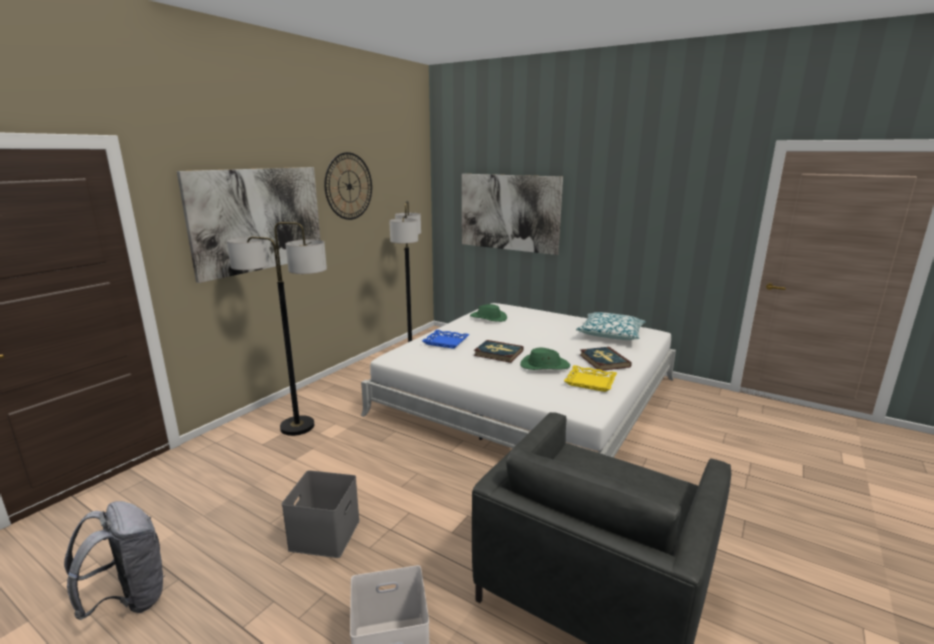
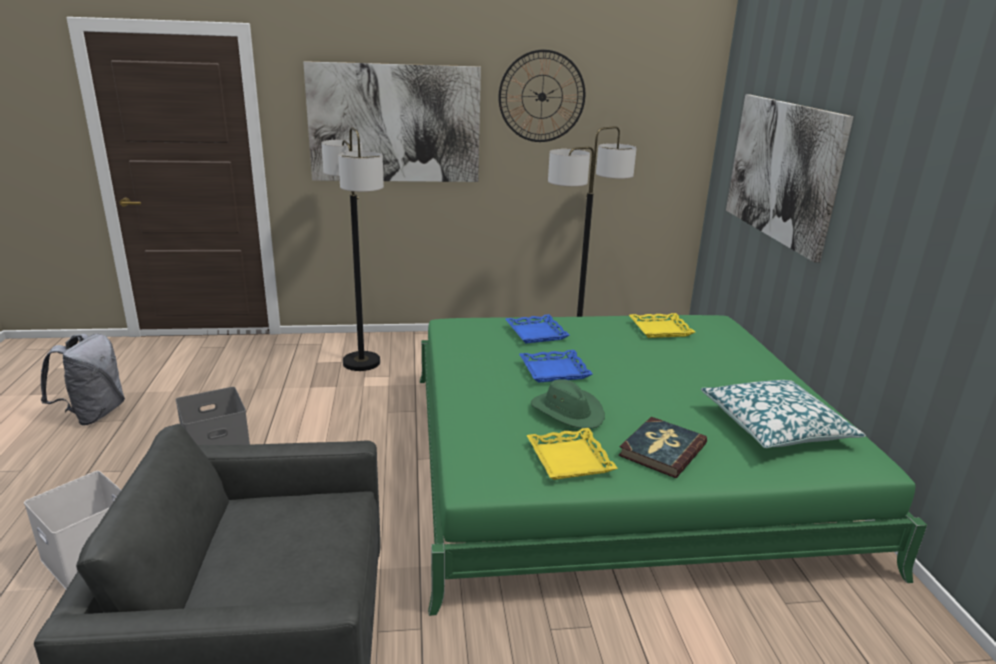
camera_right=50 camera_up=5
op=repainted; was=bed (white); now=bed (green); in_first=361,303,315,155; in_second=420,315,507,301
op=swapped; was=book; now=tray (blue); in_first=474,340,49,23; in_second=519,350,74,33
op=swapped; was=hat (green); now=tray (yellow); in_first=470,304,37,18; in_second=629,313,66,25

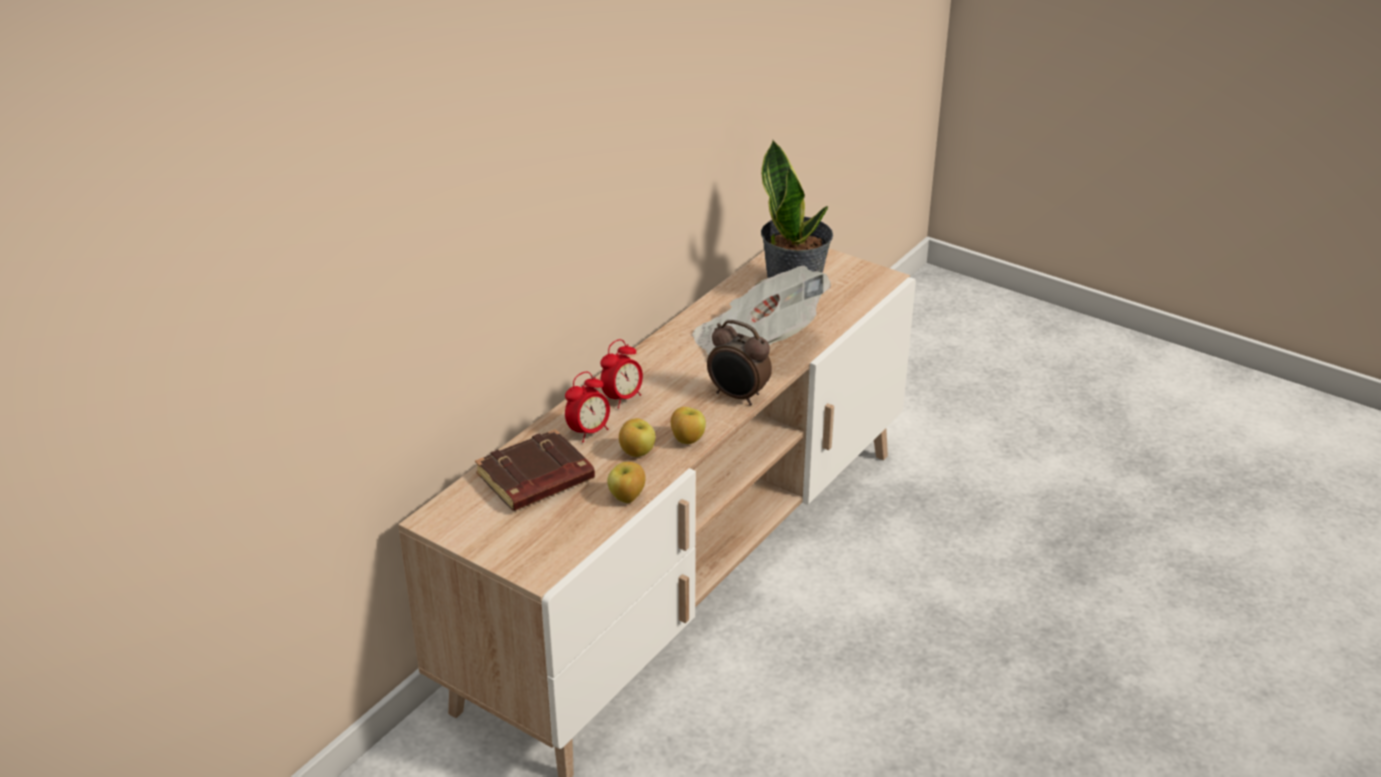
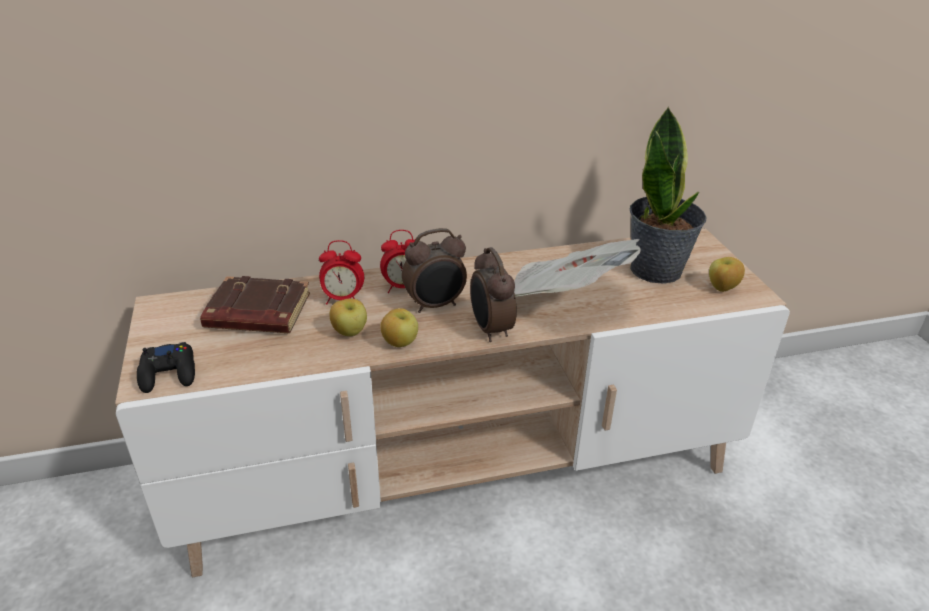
camera_right=40 camera_up=0
op=new; now=game controller (black); in_second=137,342,58,51
op=new; now=alarm clock; in_second=402,228,65,85
op=shifted; was=apple; in_first=607,462,39,41; in_second=709,257,36,35

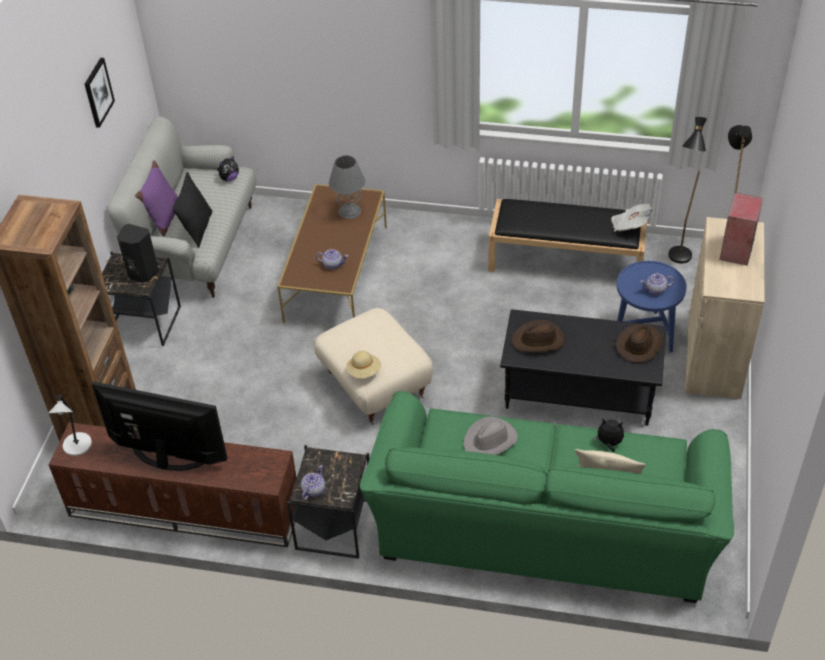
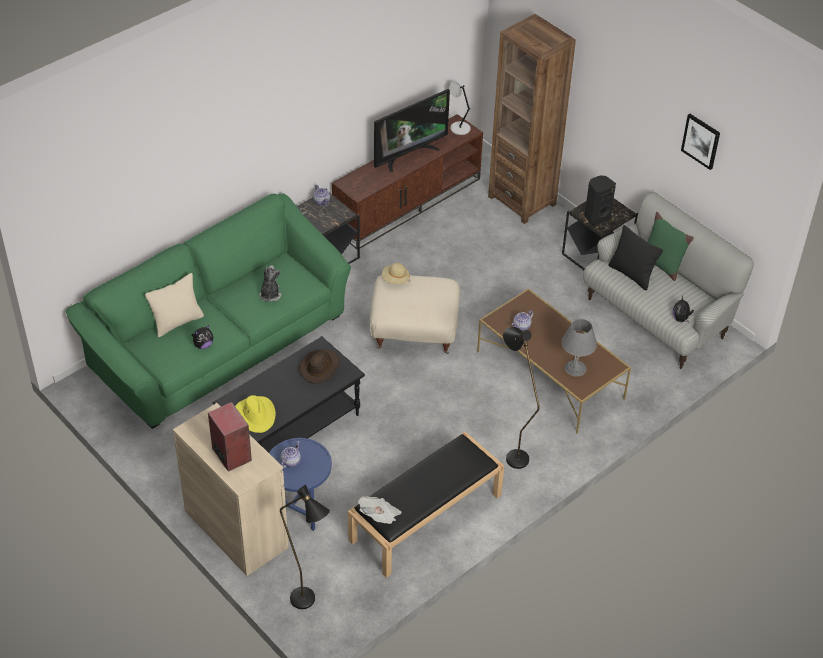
camera_right=125 camera_up=0
op=repainted; was=hat (brown); now=hat (yellow); in_first=615,324,48,39; in_second=235,395,41,38
op=swapped; was=hat (grey); now=plush toy; in_first=463,416,55,39; in_second=259,265,23,37
op=shifted; was=floor lamp (black); in_first=668,117,39,146; in_second=503,327,37,142
op=repainted; was=pillow (purple); now=pillow (green); in_first=135,160,43,76; in_second=647,212,47,69

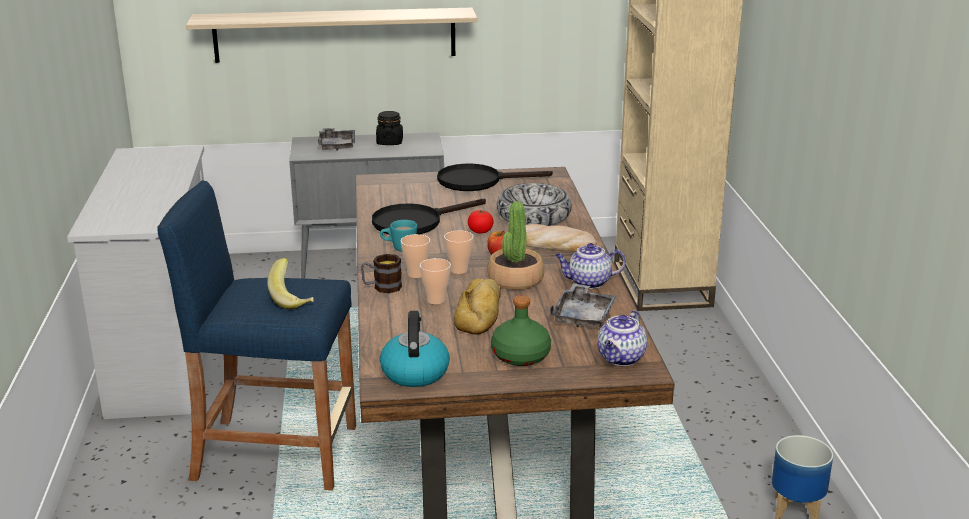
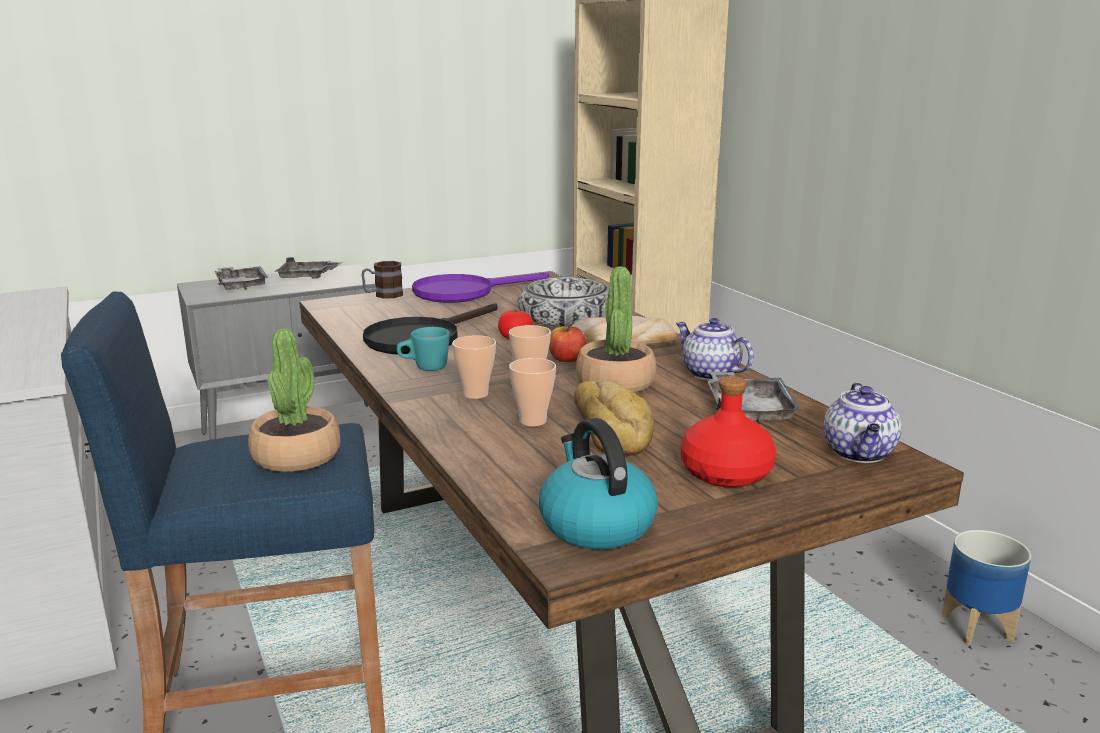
camera_right=-20 camera_up=-5
op=swapped; was=banana; now=potted plant; in_first=267,258,47,51; in_second=248,328,93,144
op=swapped; was=jar (black); now=tray (grey); in_first=376,111,27,34; in_second=274,257,68,22
op=shifted; was=mug; in_first=361,254,41,39; in_second=362,261,41,38
op=repainted; was=frying pan (black); now=frying pan (purple); in_first=437,164,116,27; in_second=412,272,137,31
op=rotated; was=teapot; in_first=555,243,71,46; in_second=676,318,78,62; clockwise=75
op=repainted; was=bottle (green); now=bottle (red); in_first=491,296,60,70; in_second=681,376,95,112
op=gone; was=shelf; in_first=186,8,292,55

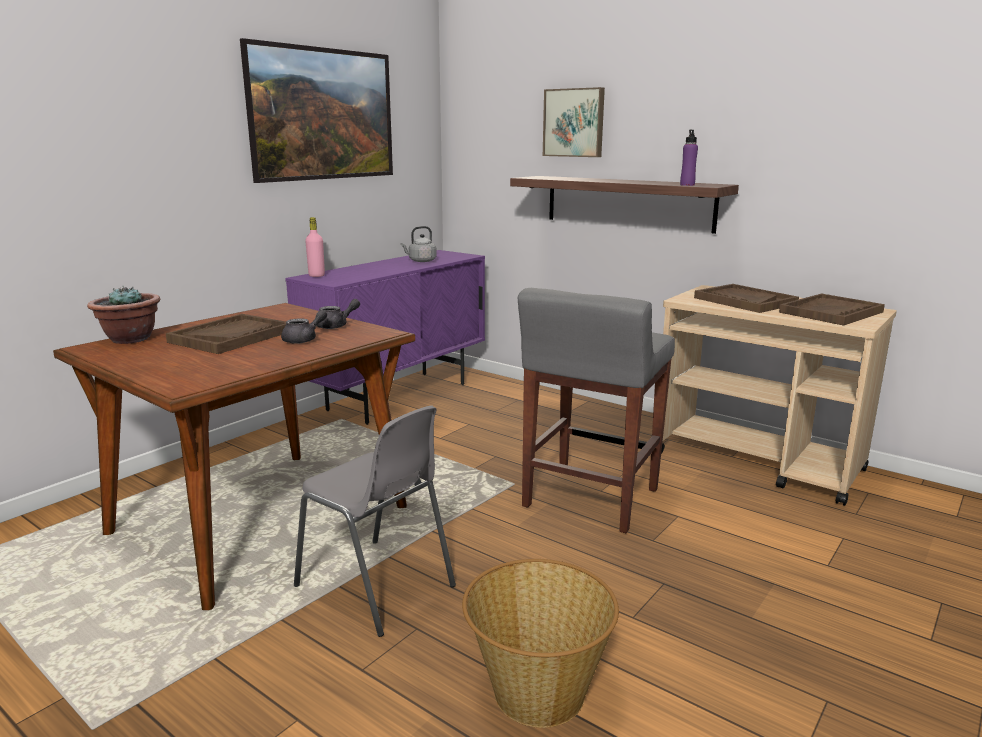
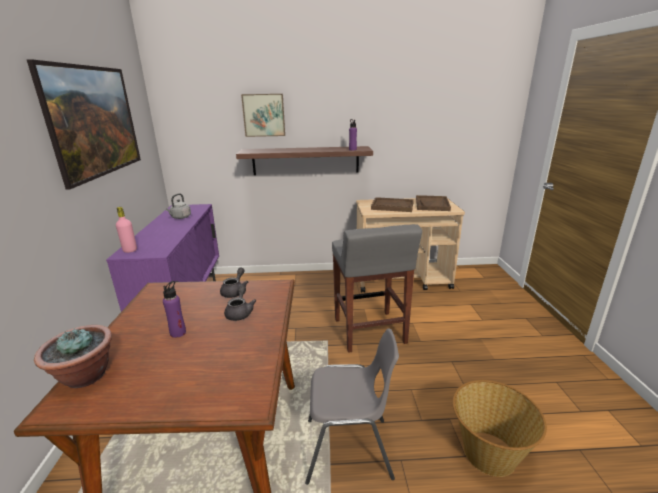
camera_right=-40 camera_up=5
op=swapped; was=tray (brown); now=bottle (purple); in_first=166,314,120,40; in_second=163,281,23,57

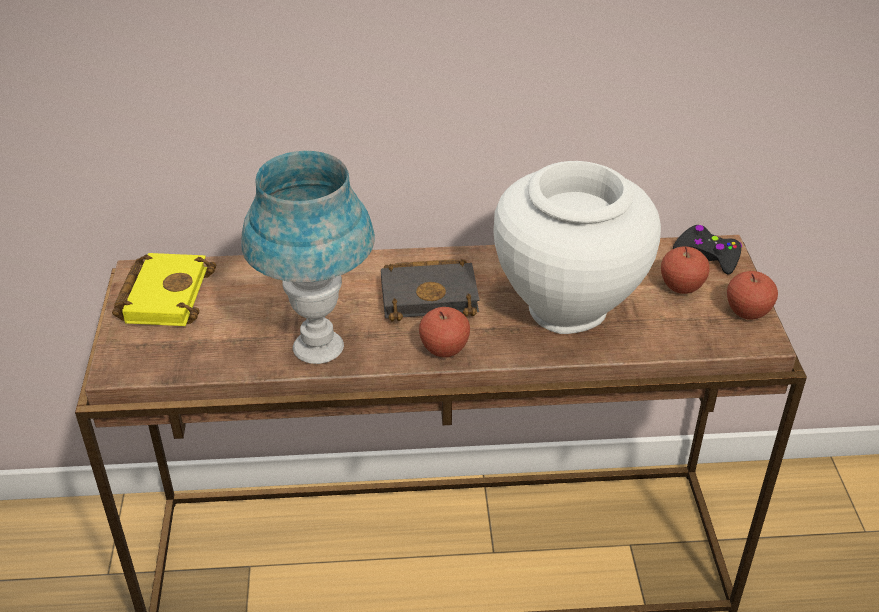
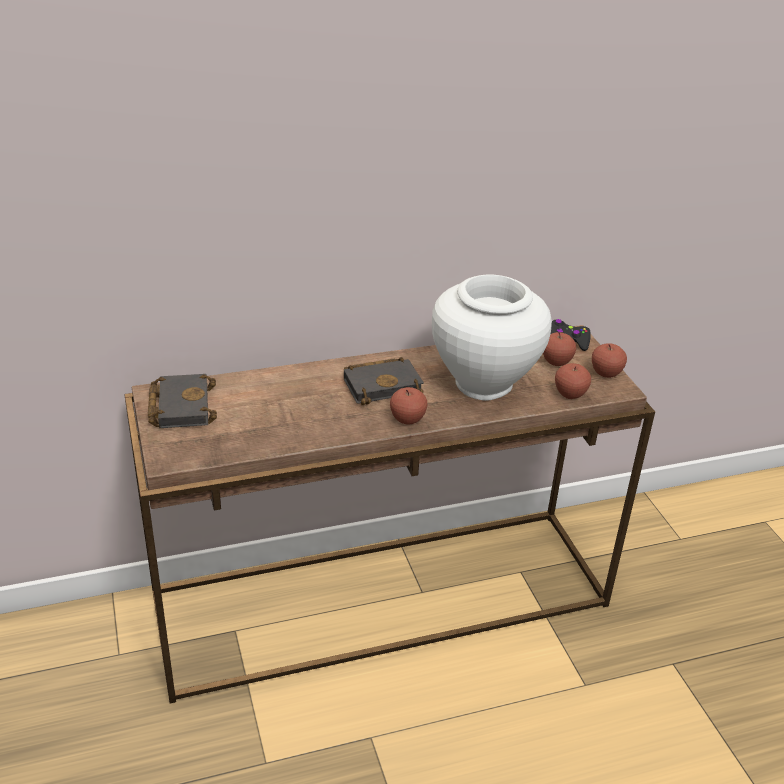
camera_right=-15 camera_up=-5
op=repainted; was=book (yellow); now=book (black); in_first=112,253,104,73; in_second=148,374,69,54
op=new; now=apple; in_second=555,363,36,36
op=gone; was=table lamp (blue); in_first=241,151,134,213

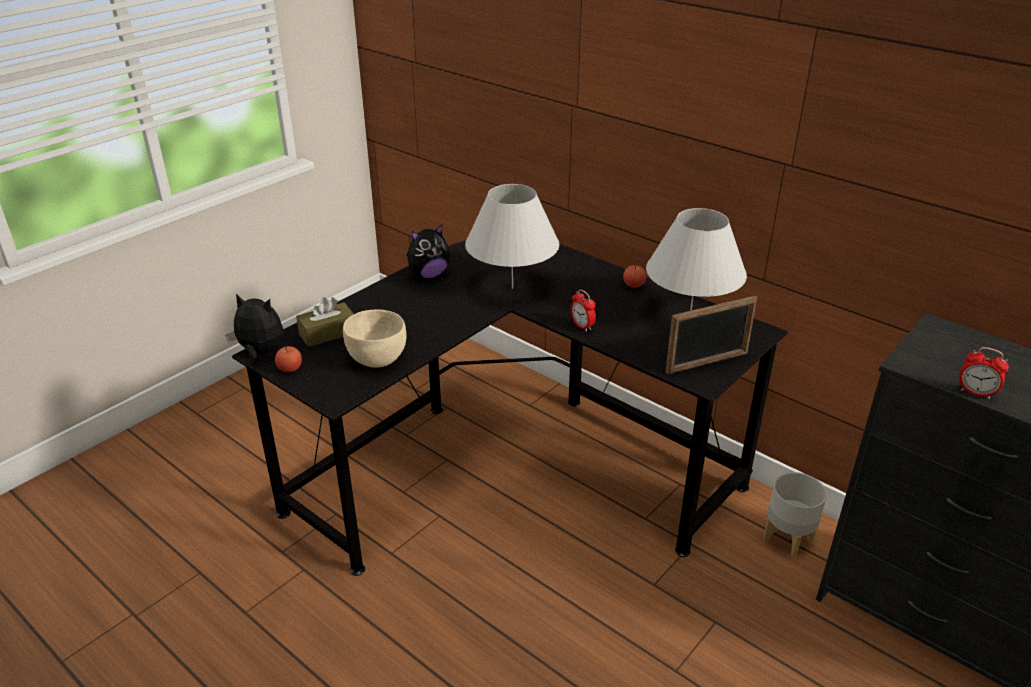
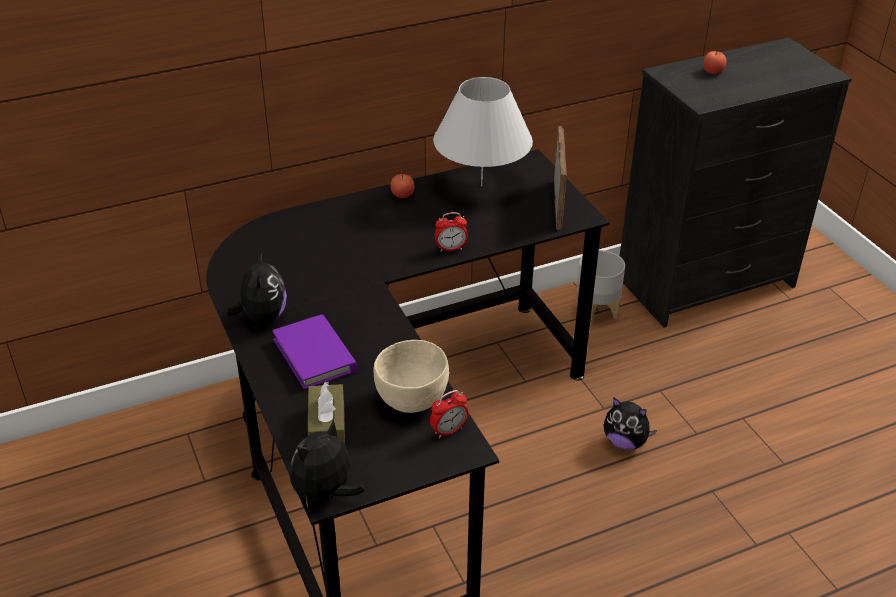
camera_right=-65 camera_up=5
op=new; now=book (purple); in_second=272,314,86,76
op=shifted; was=alarm clock; in_first=959,347,50,52; in_second=430,390,39,48
op=new; now=plush toy; in_second=604,397,53,53
op=shifted; was=apple; in_first=275,346,27,26; in_second=703,49,23,25
op=gone; was=table lamp (white); in_first=465,184,94,105

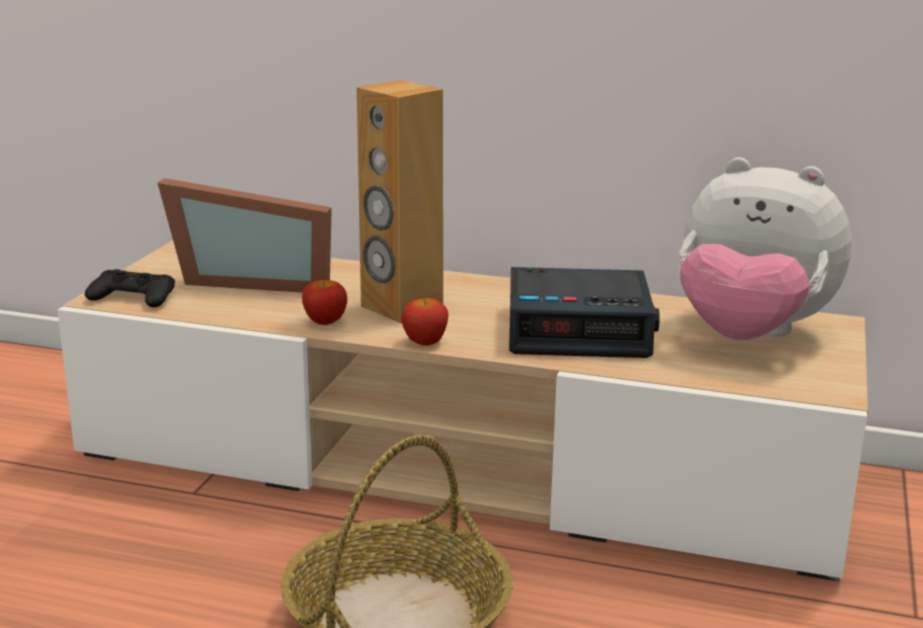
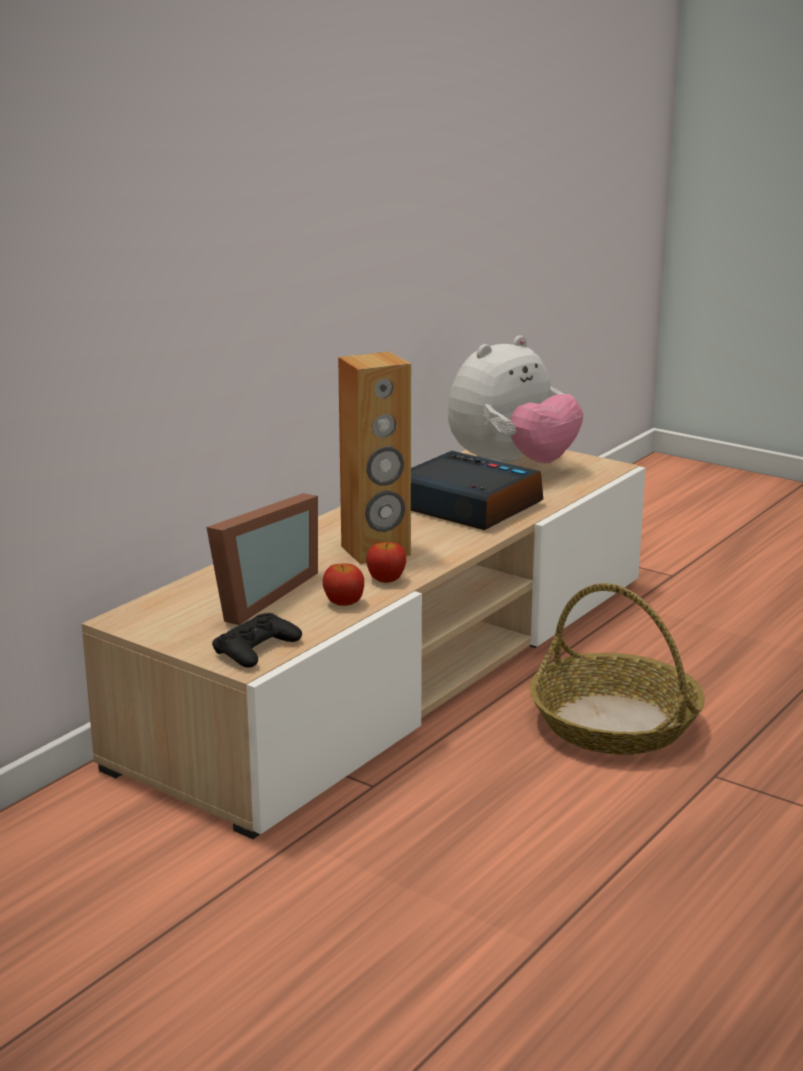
camera_right=-70 camera_up=0
op=shifted; was=apple; in_first=401,298,47,48; in_second=323,563,41,43
op=rotated; was=alarm clock; in_first=509,267,151,91; in_second=411,451,132,79; clockwise=-75

